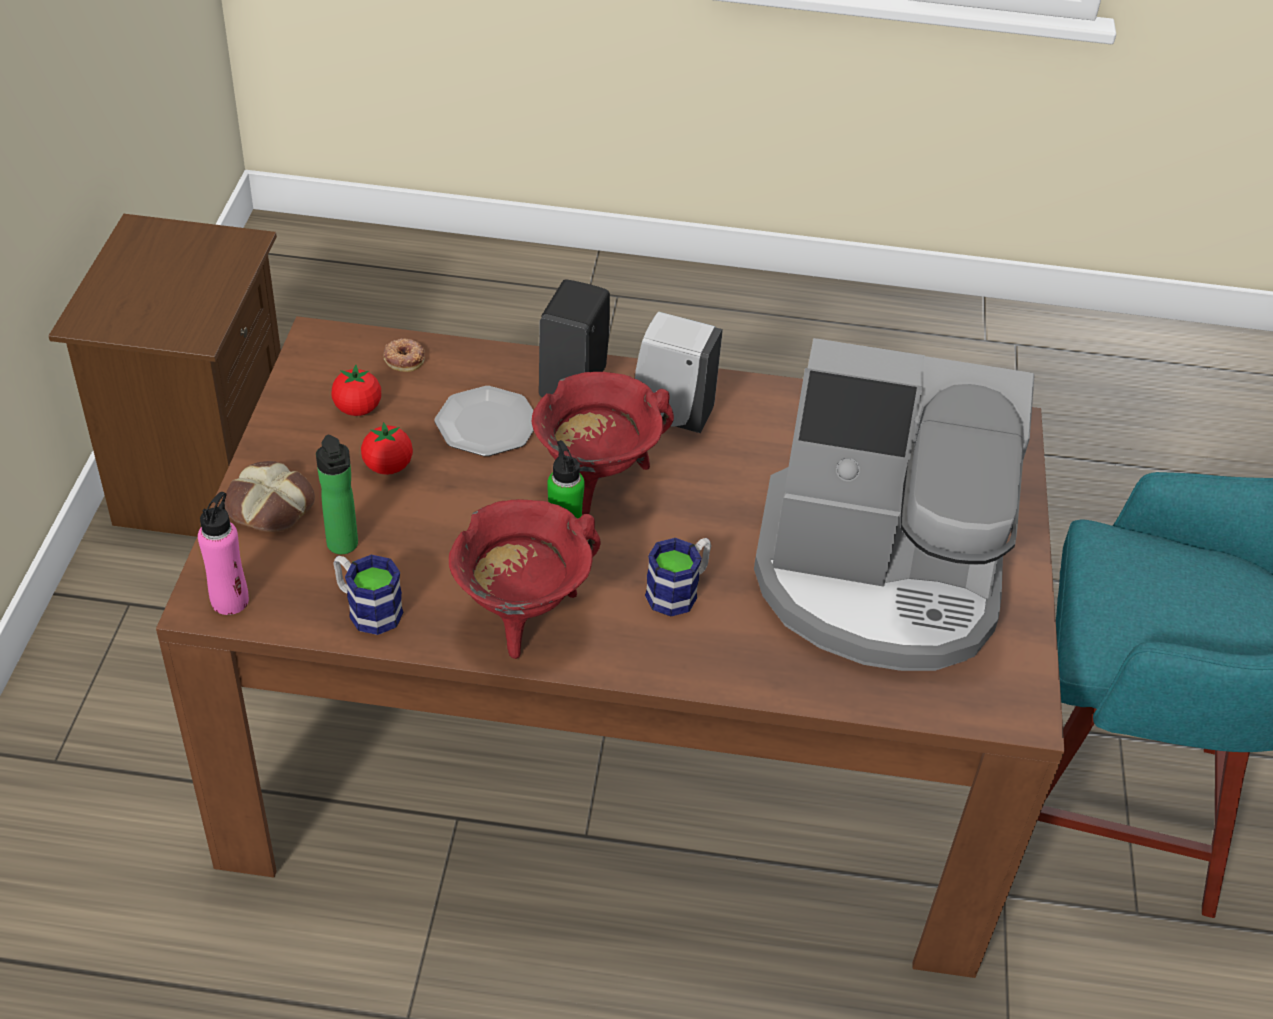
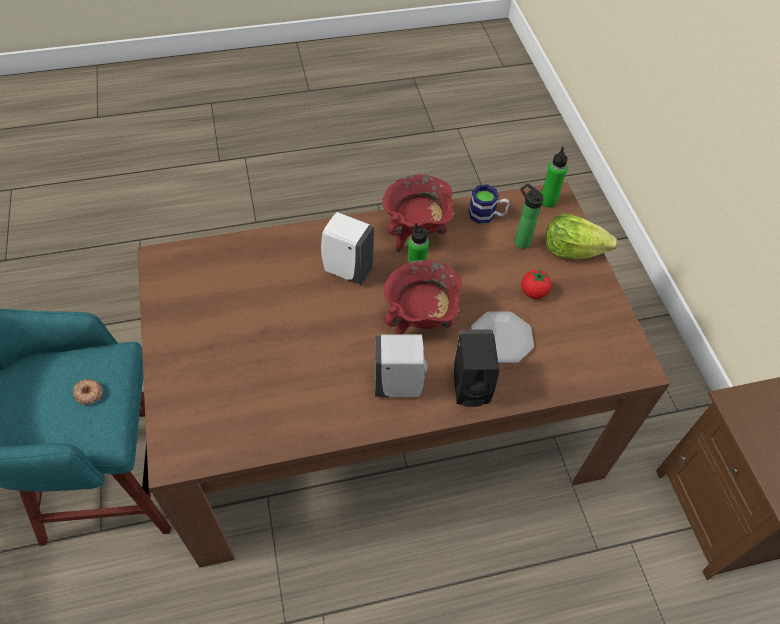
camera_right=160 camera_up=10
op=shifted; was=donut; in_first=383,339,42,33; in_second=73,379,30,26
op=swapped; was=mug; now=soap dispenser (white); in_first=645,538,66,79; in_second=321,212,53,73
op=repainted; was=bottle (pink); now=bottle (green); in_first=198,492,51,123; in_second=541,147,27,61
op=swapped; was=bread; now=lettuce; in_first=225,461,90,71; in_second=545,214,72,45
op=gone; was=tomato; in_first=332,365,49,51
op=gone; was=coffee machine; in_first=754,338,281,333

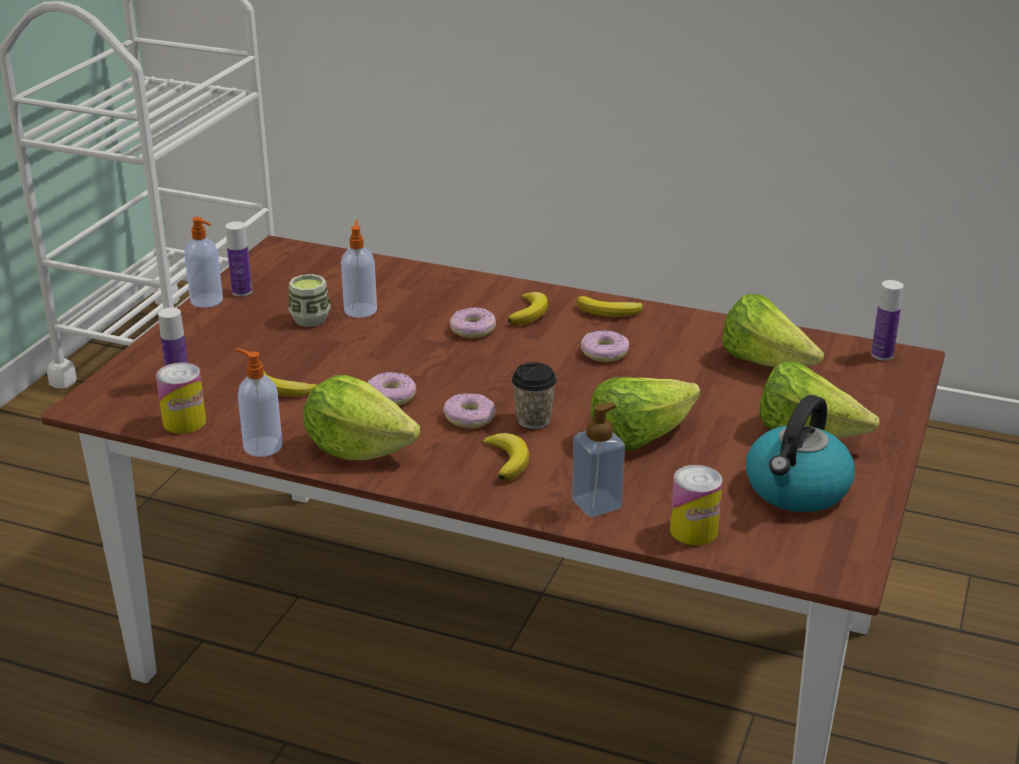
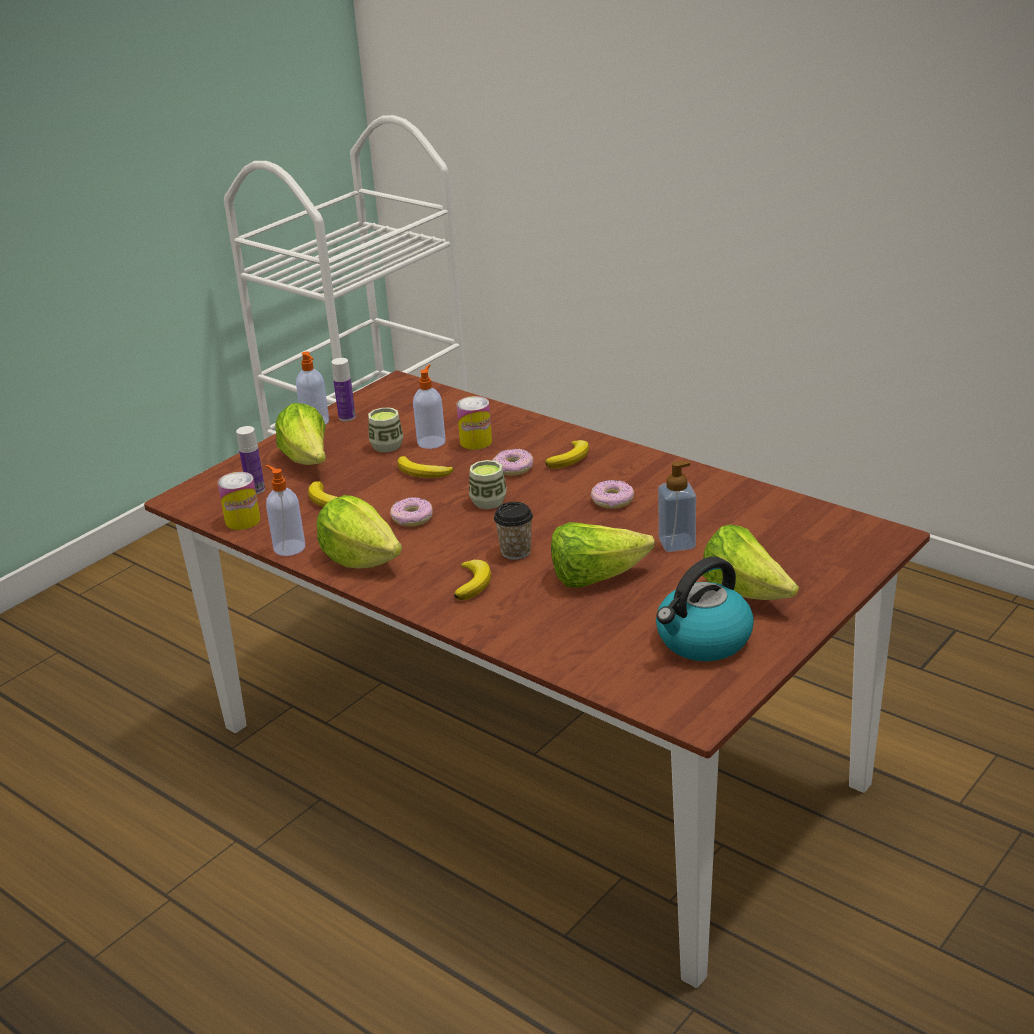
camera_right=20 camera_up=0
op=shifted; was=lettuce; in_first=722,294,102,73; in_second=275,403,51,62
op=shifted; was=banana; in_first=576,296,67,21; in_second=397,456,57,22
op=shifted; was=can; in_first=670,465,53,81; in_second=457,396,35,54
op=new; now=cup; in_second=469,460,38,49
op=shifted; was=soap dispenser; in_first=572,402,53,115; in_second=658,461,38,91
op=gone; was=donut; in_first=443,393,53,35
op=gone; was=bottle; in_first=871,280,33,80

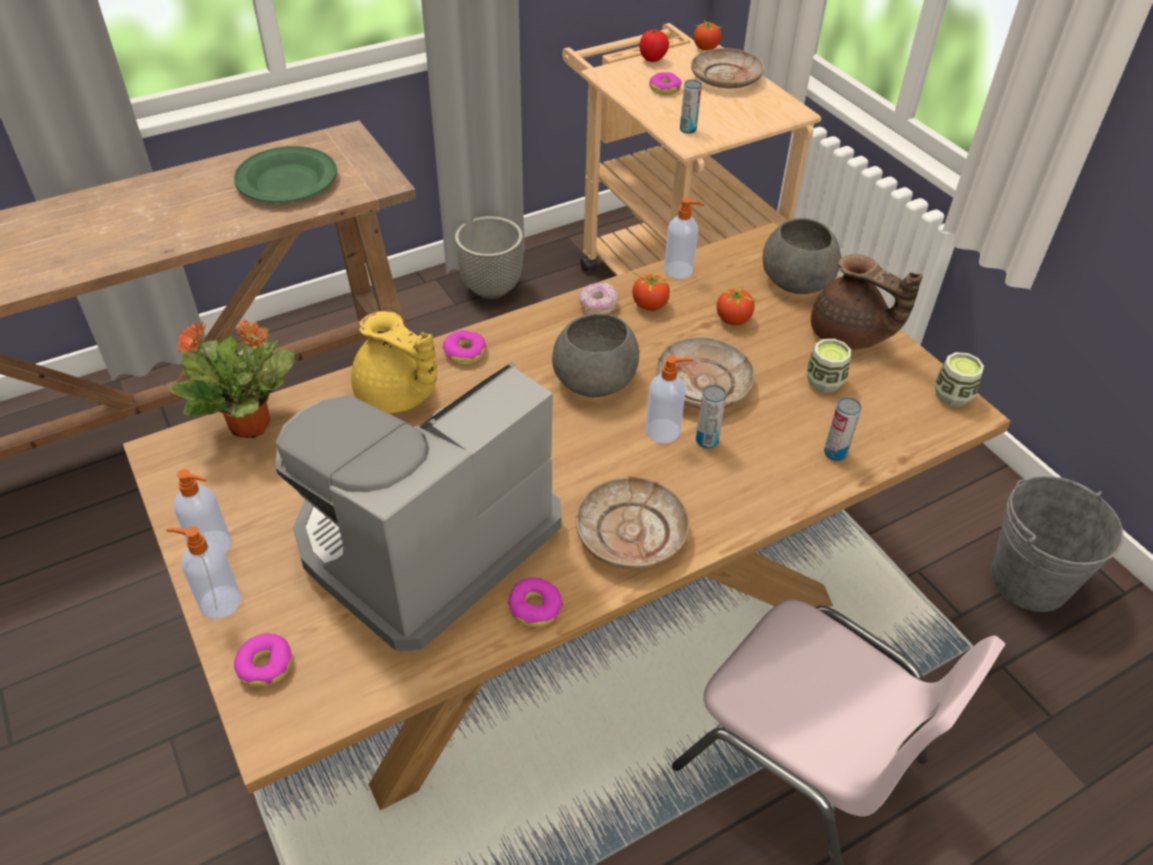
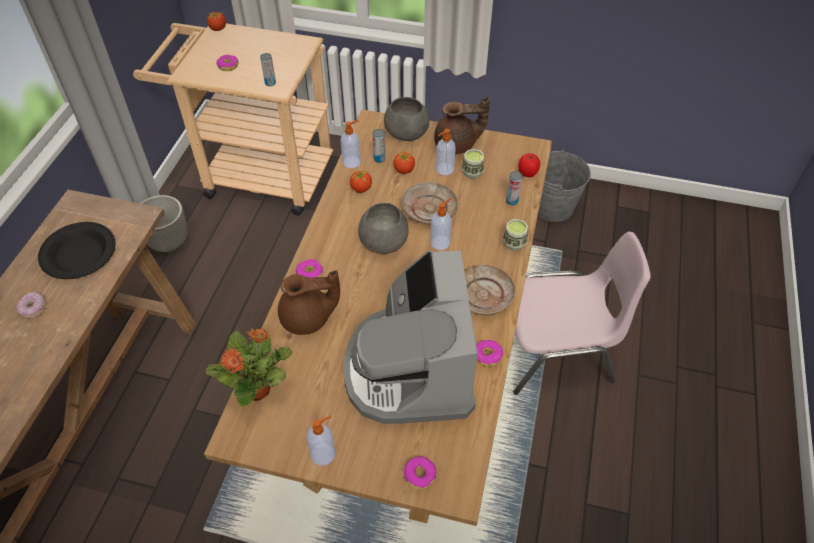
camera_right=-45 camera_up=5
op=shifted; was=donut; in_first=579,282,39,32; in_second=16,292,30,26
op=repainted; was=plate (green); now=plate (black); in_first=234,146,103,57; in_second=38,222,78,57
op=repainted; was=teapot (yellow); now=teapot (brown); in_first=351,311,86,102; in_second=278,270,62,65
op=shifted; was=can; in_first=696,385,31,63; in_second=373,129,12,34
op=shifted; was=soap dispenser; in_first=166,527,76,92; in_second=436,129,20,46
op=shifted; was=cup; in_first=935,352,49,55; in_second=503,219,25,32
op=shifted; was=tomato; in_first=639,30,30,32; in_second=518,153,22,24
op=gone; was=plate (beige); in_first=691,48,73,40

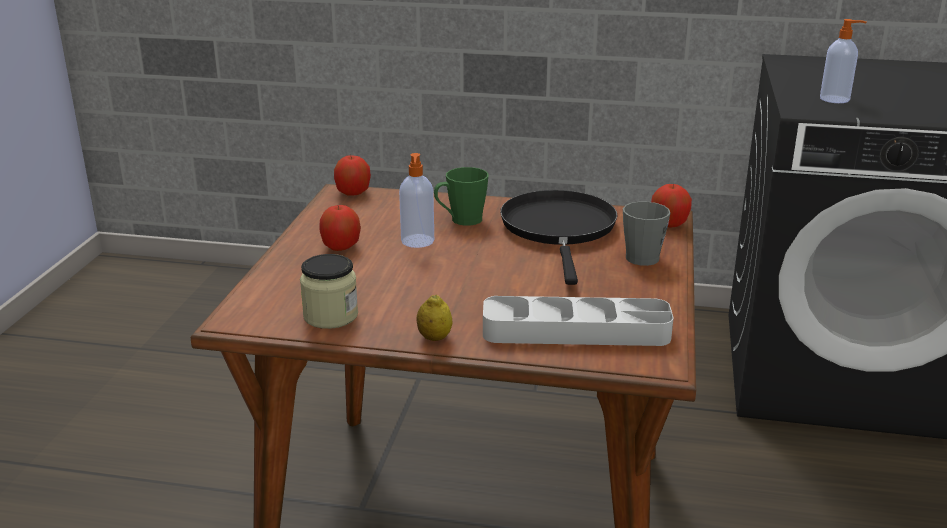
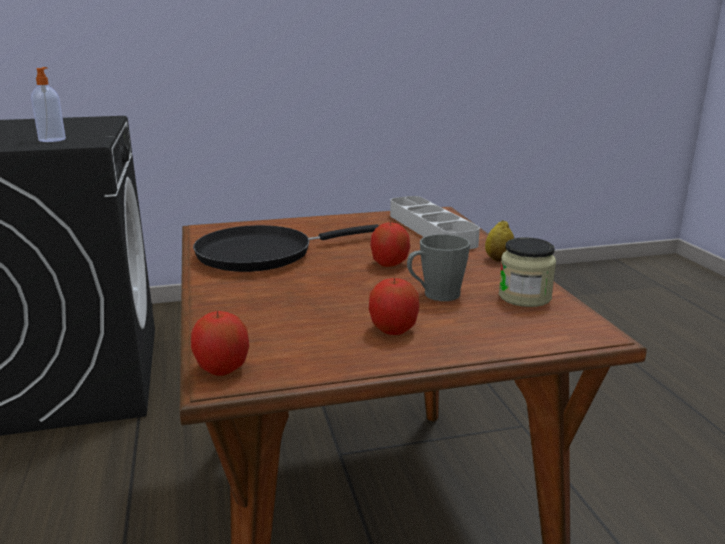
camera_right=-115 camera_up=-5
op=shifted; was=apple; in_first=651,184,41,43; in_second=370,222,40,45
op=shifted; was=mug (grey); in_first=623,202,47,64; in_second=407,234,63,67
op=gone; was=soap dispenser; in_first=399,153,35,95
op=gone; was=mug (green); in_first=434,167,54,59

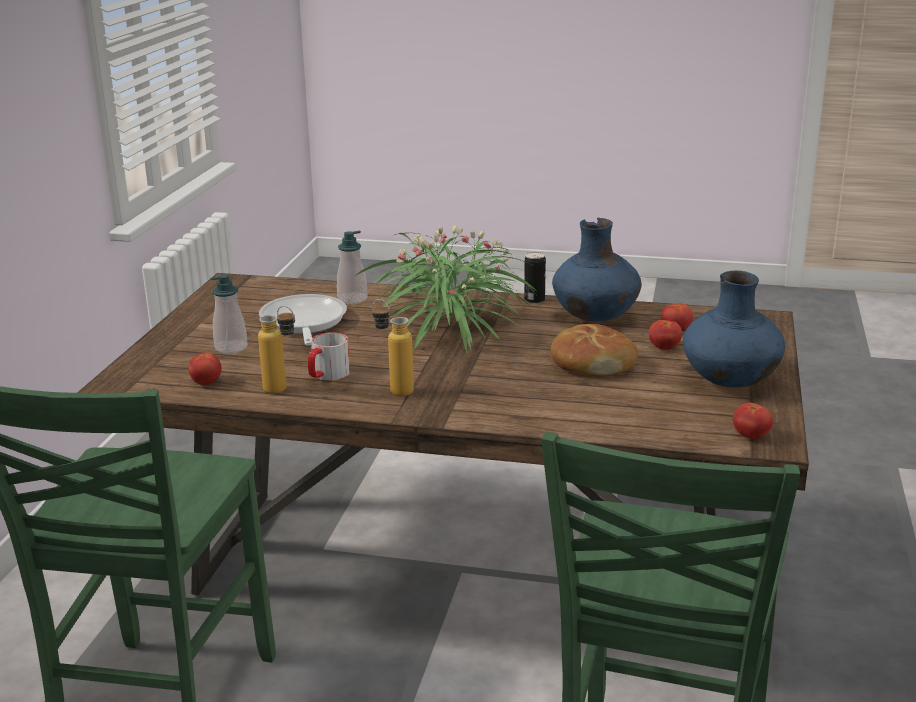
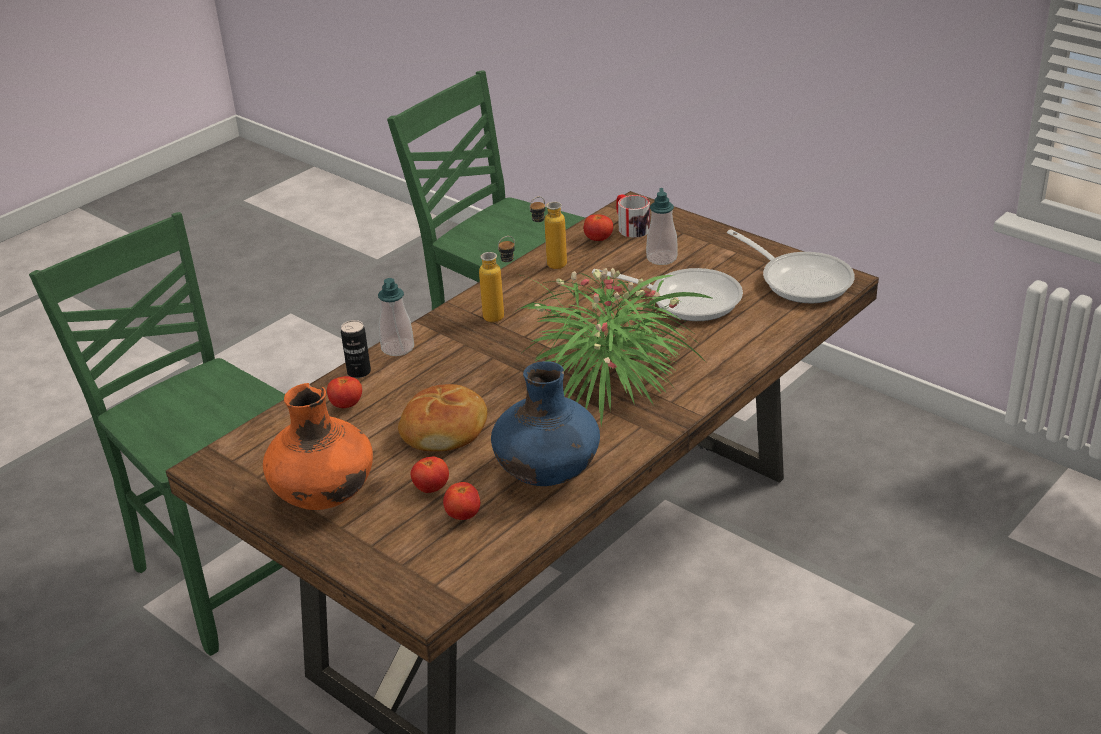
camera_right=120 camera_up=10
op=repainted; was=vase (blue); now=vase (orange); in_first=683,271,102,116; in_second=263,383,110,127
op=shifted; was=tomato; in_first=733,403,40,36; in_second=327,376,35,32
op=shifted; was=can; in_first=524,252,22,52; in_second=341,320,30,58
op=shifted; was=soap dispenser; in_first=337,231,31,73; in_second=378,278,36,78
op=shifted; was=mug; in_first=308,332,42,48; in_second=616,194,34,44
op=new; now=frying pan; in_second=727,229,128,75

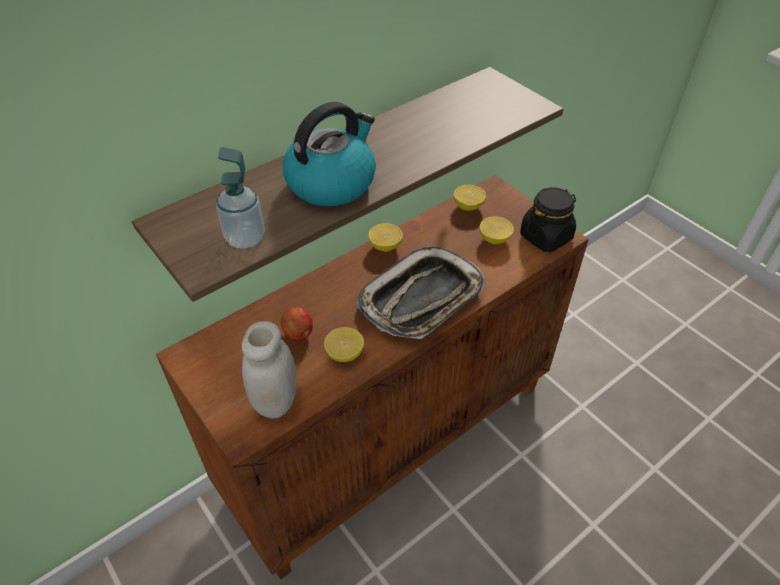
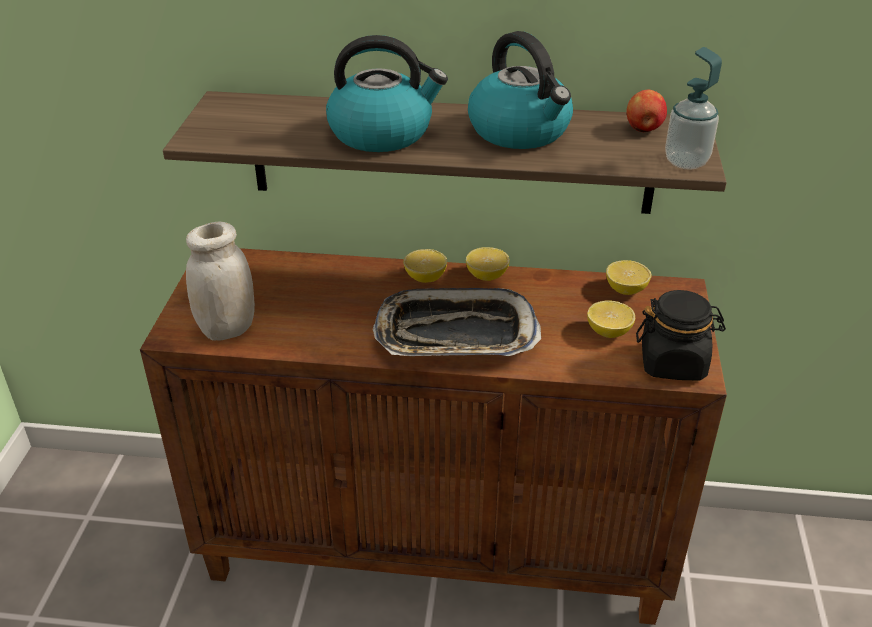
camera_right=45 camera_up=-10
op=shifted; was=lemon; in_first=324,327,40,35; in_second=403,249,44,34
op=new; now=kettle; in_second=468,31,105,118
op=shifted; was=apple; in_first=281,307,32,34; in_second=627,89,40,43
op=shifted; was=soap dispenser; in_first=216,147,49,102; in_second=665,47,57,123

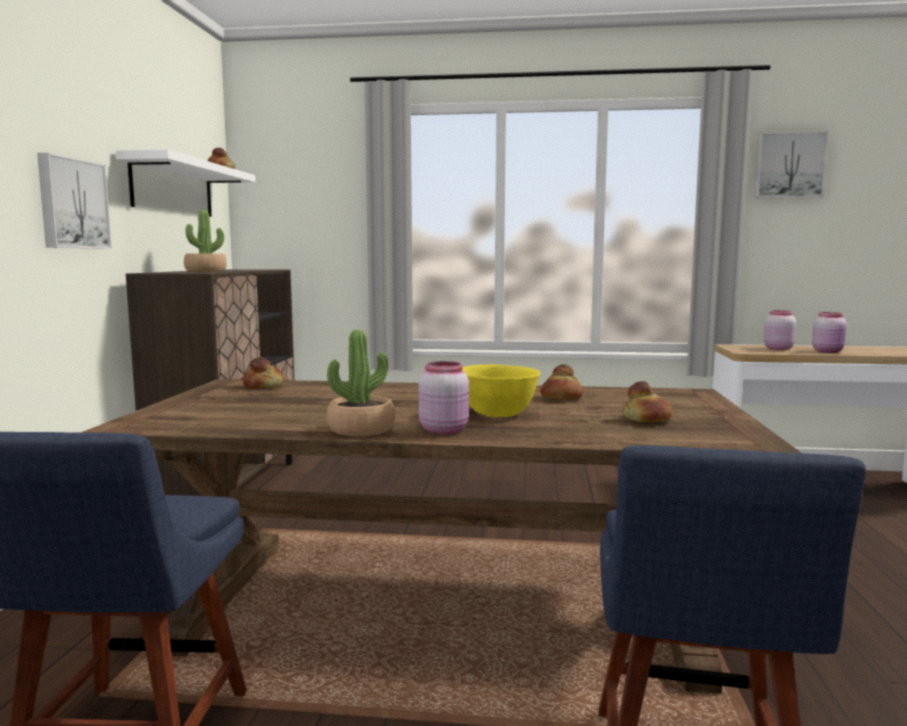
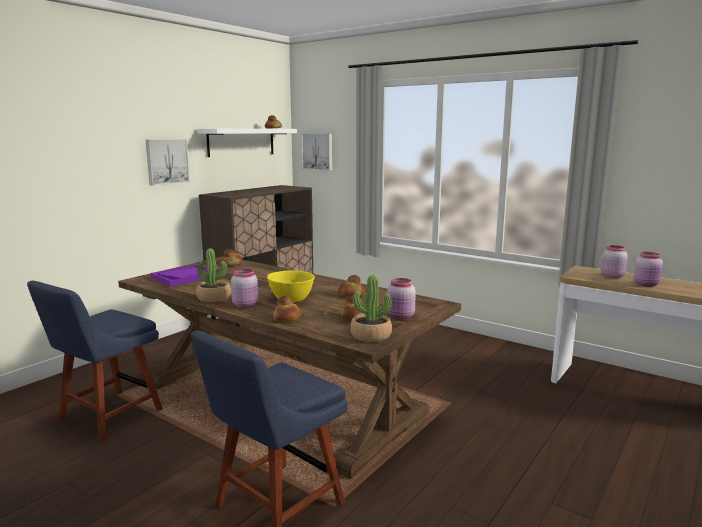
camera_right=30 camera_up=5
op=new; now=tray (purple); in_second=151,264,68,22
op=new; now=bread; in_second=273,296,29,26
op=shifted; was=picture; in_first=755,131,74,67; in_second=301,133,31,38
op=shifted; was=potted plant; in_first=184,210,43,62; in_second=350,275,42,67
op=new; now=jar (pink); in_second=387,278,29,42

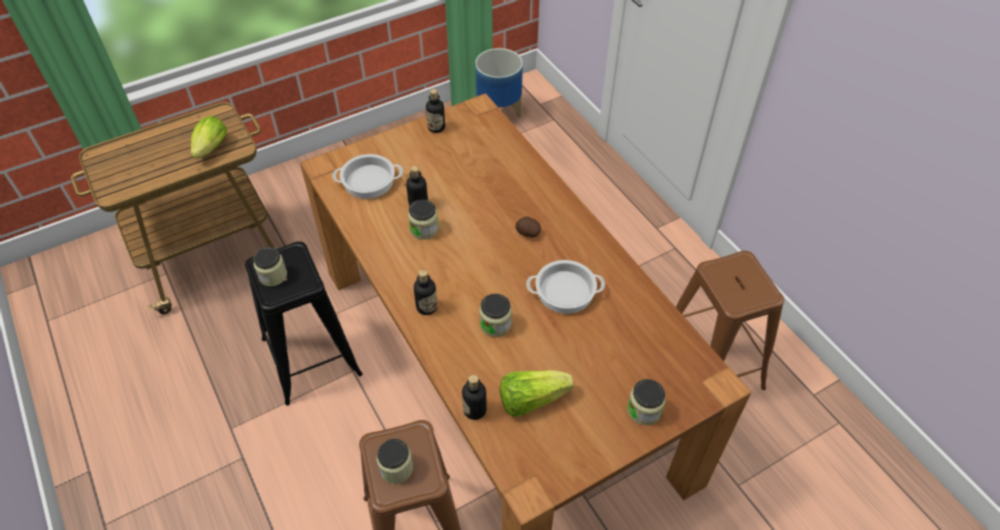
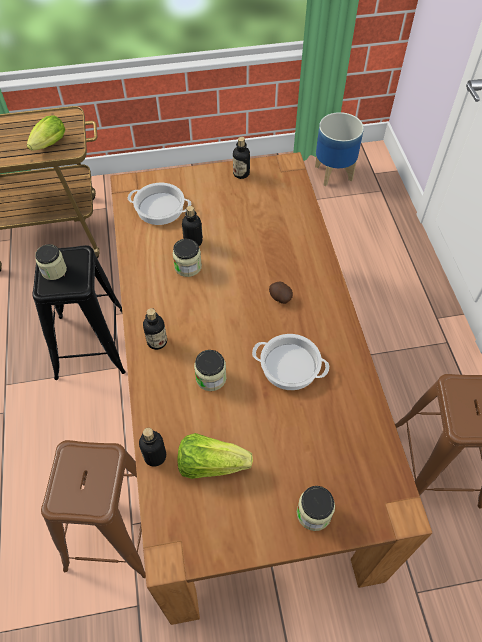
camera_right=20 camera_up=5
op=gone; was=jar; in_first=377,439,36,45

